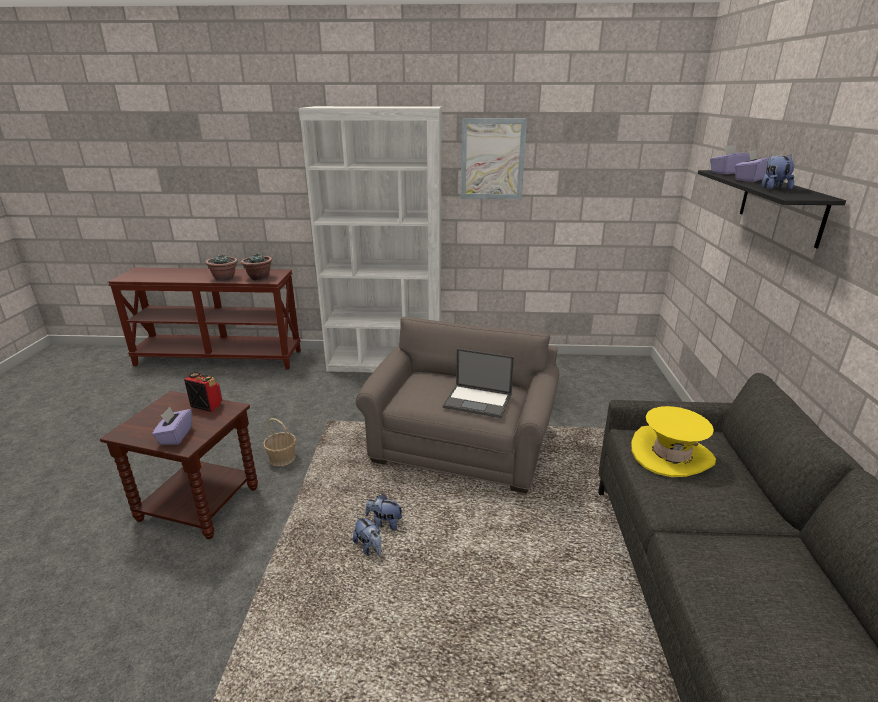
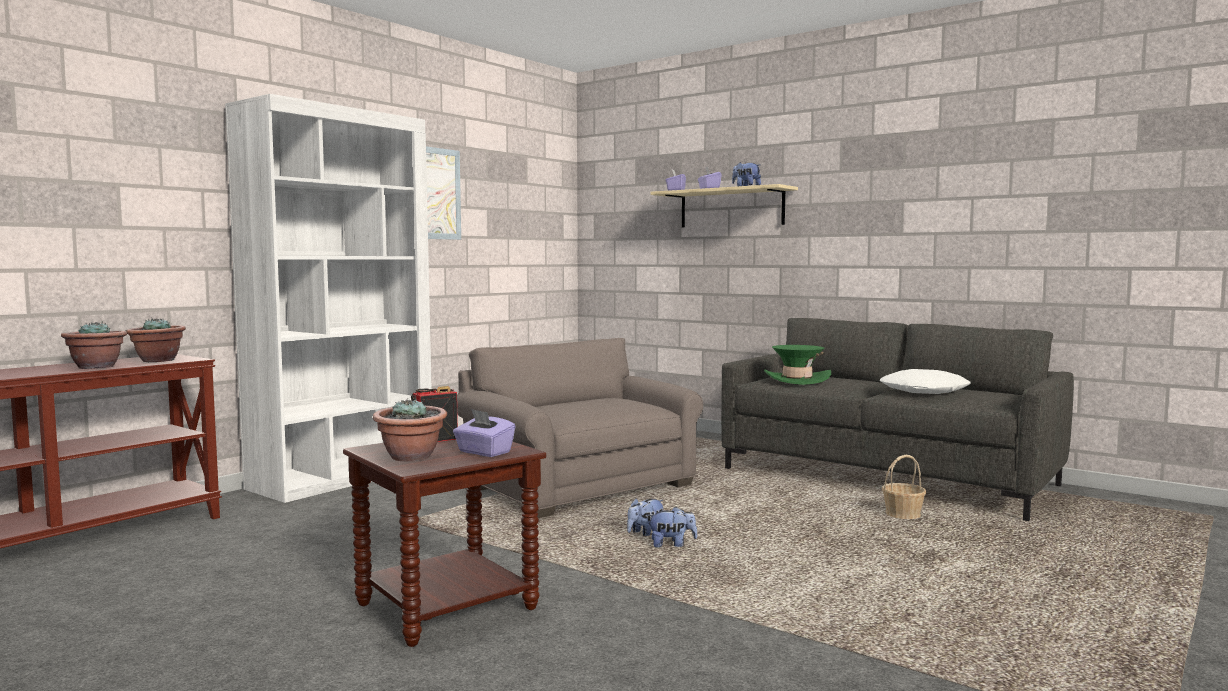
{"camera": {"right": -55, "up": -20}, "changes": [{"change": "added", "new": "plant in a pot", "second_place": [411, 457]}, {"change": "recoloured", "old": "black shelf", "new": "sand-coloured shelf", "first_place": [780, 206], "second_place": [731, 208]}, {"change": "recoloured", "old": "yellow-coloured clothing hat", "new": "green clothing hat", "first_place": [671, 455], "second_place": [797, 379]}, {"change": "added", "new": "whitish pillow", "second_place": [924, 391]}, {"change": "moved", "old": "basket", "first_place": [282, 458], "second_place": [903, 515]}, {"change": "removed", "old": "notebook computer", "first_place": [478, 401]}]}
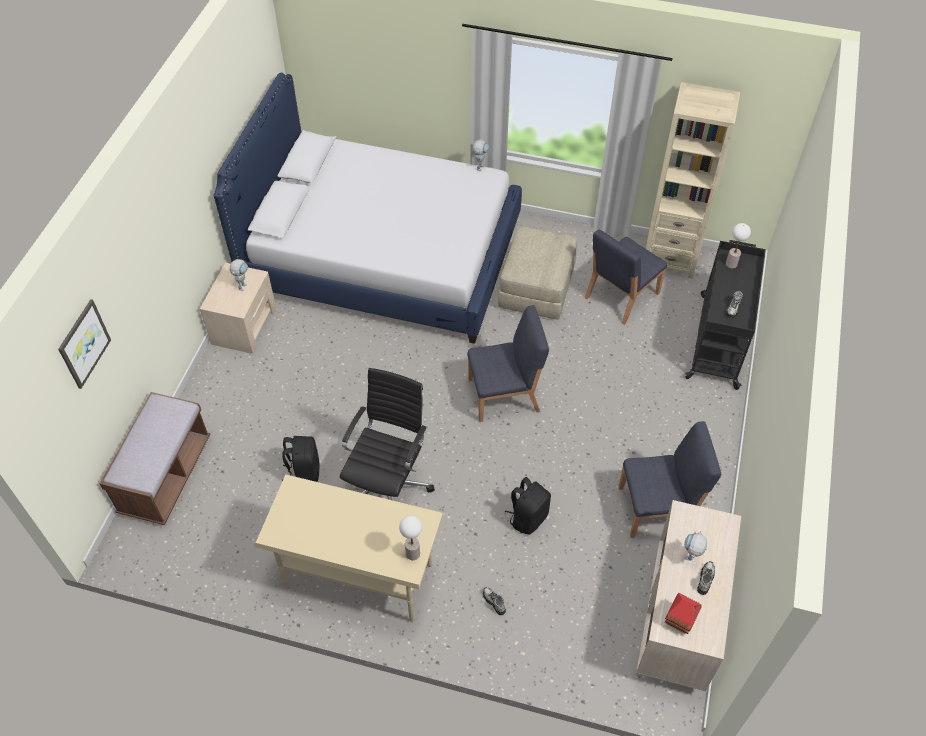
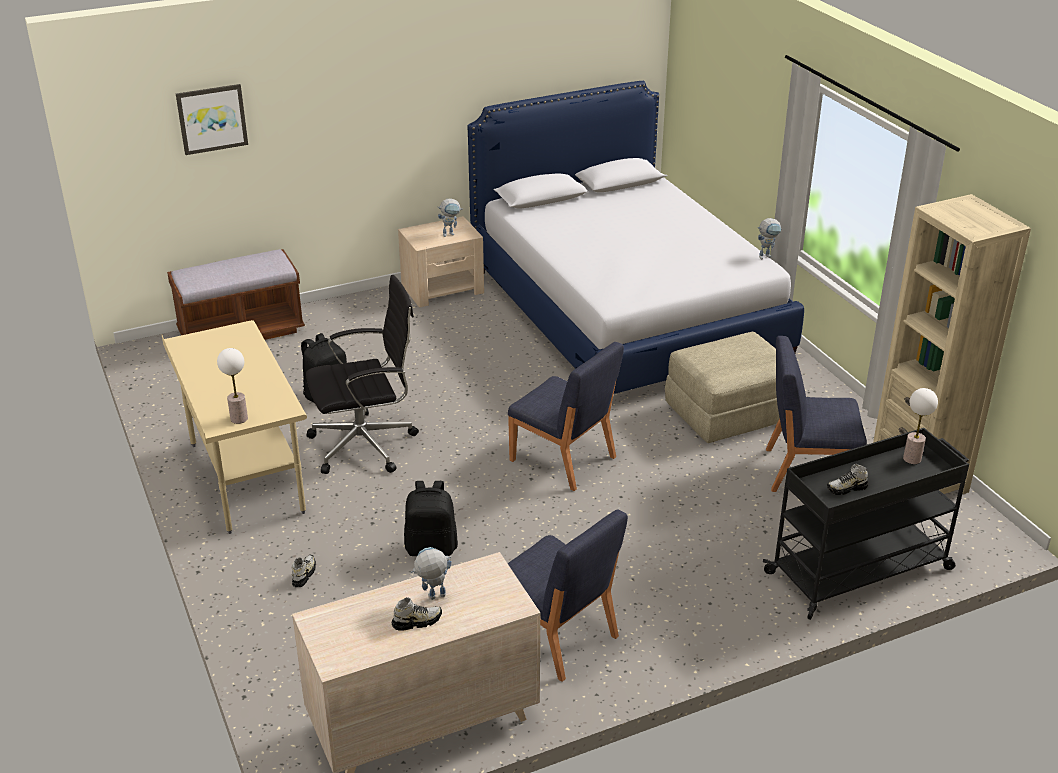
{"camera": {"right": 50, "up": -20}, "changes": [{"change": "removed", "old": "toy house", "first_place": [680, 620]}]}
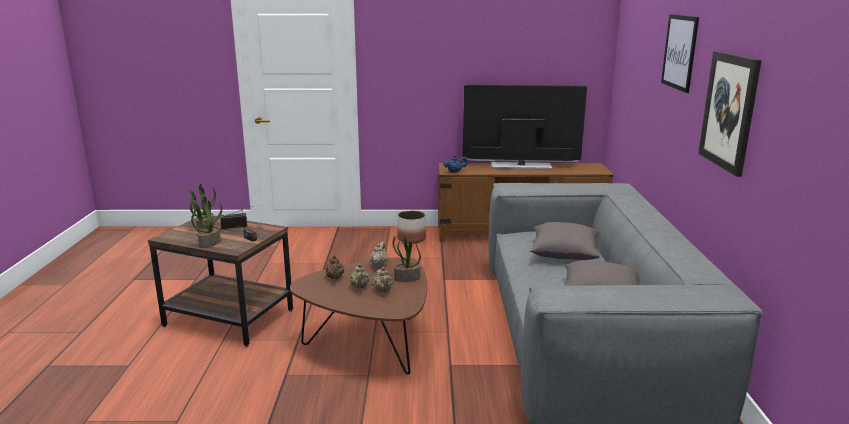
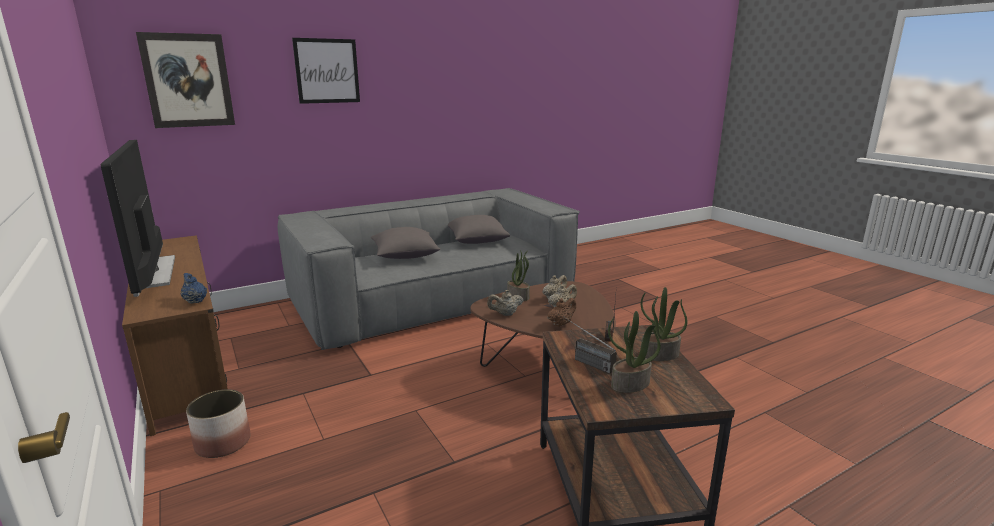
{"camera": {"right": -120, "up": 0}, "changes": [{"change": "moved", "old": "wall picture", "first_place": [729, 111], "second_place": [188, 81]}]}
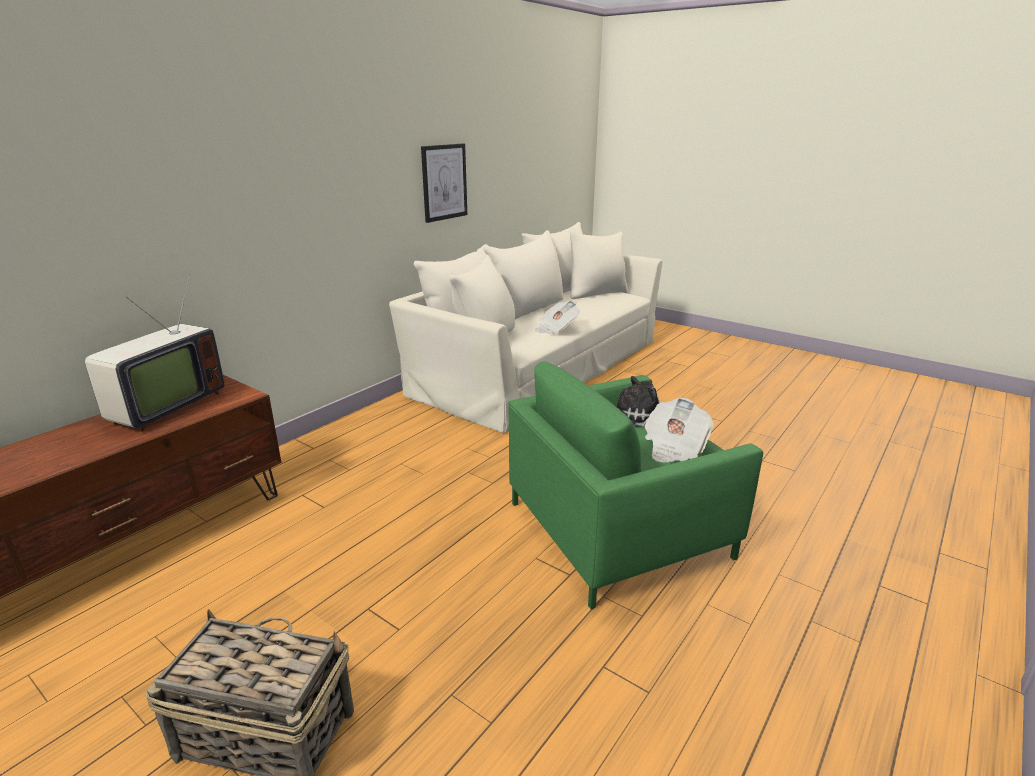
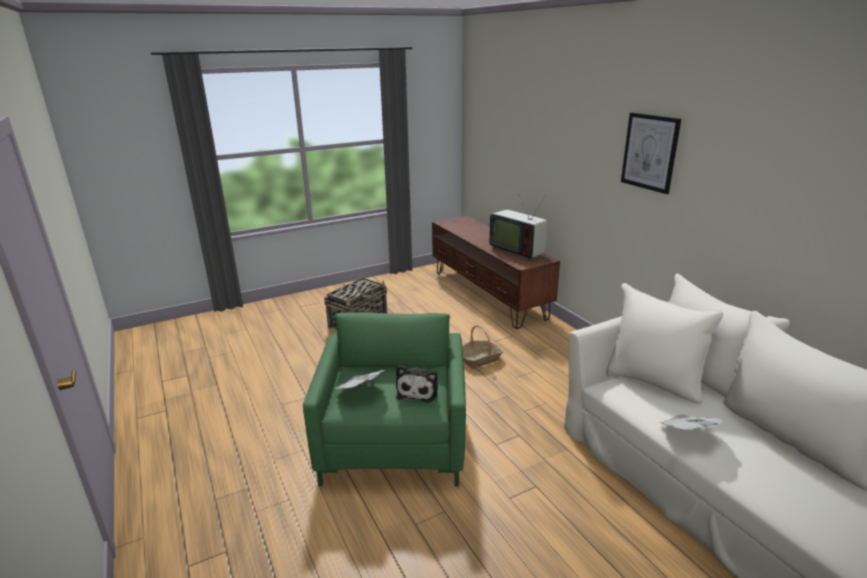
{"camera": {"right": 115, "up": 0}, "changes": [{"change": "added", "new": "basket", "second_place": [480, 359]}, {"change": "moved", "old": "wall picture", "first_place": [444, 182], "second_place": [650, 152]}]}
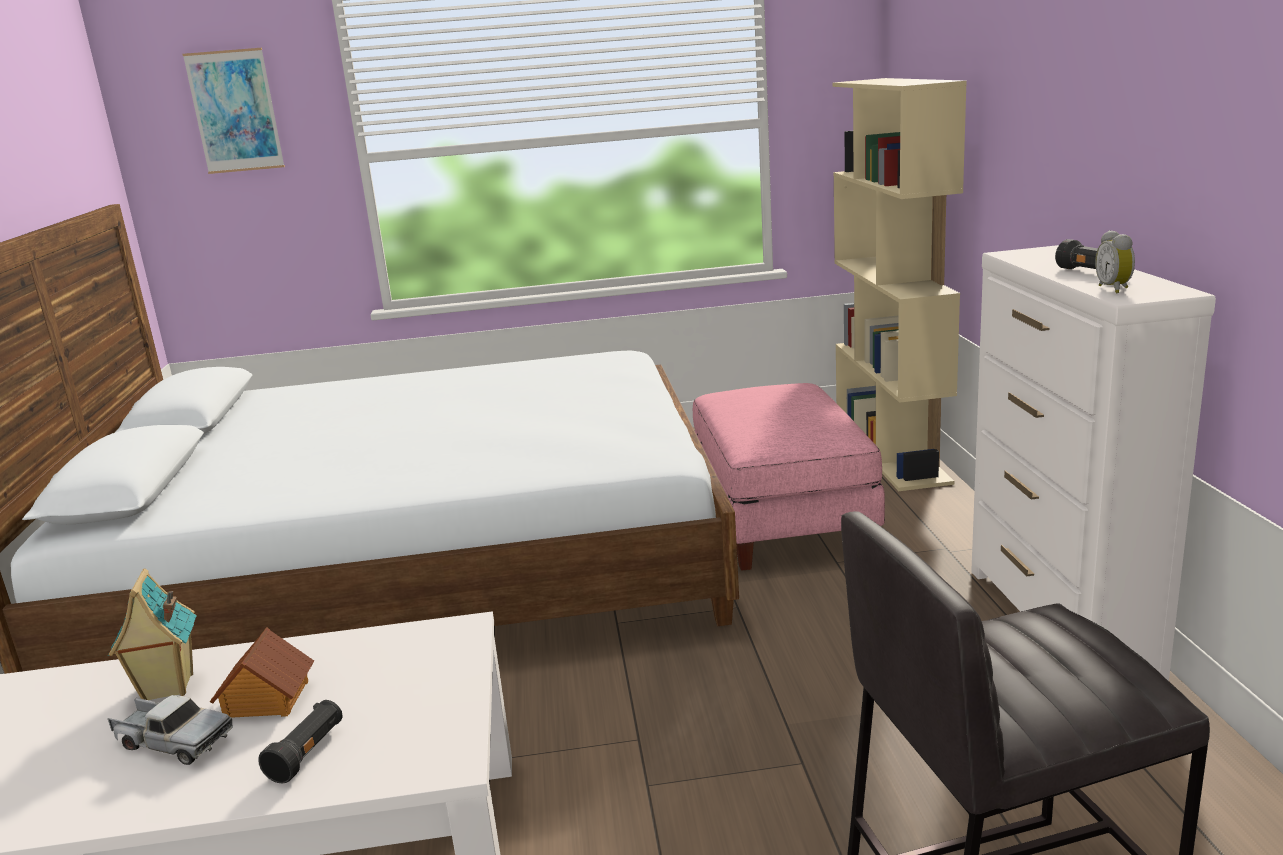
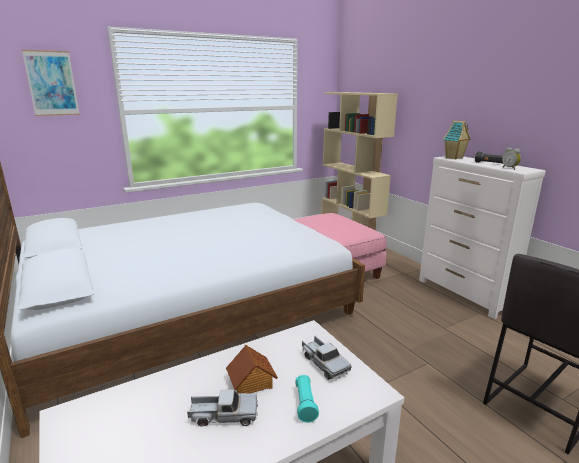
{"camera": {"right": -25, "up": 0}, "changes": [{"change": "recoloured", "old": "black torch", "new": "turquoise-coloured torch", "first_place": [308, 753], "second_place": [305, 404]}, {"change": "added", "new": "toy truck", "second_place": [324, 363]}, {"change": "moved", "old": "toy house", "first_place": [167, 689], "second_place": [454, 158]}]}
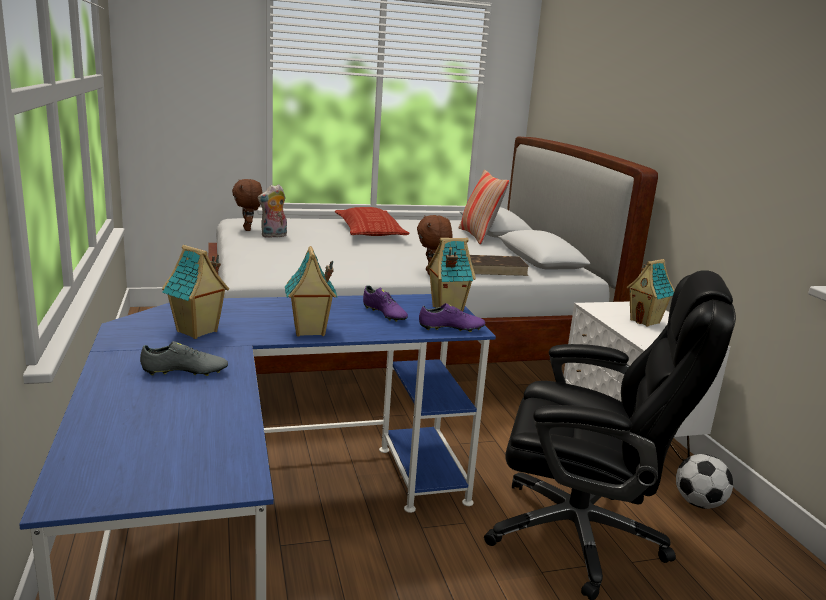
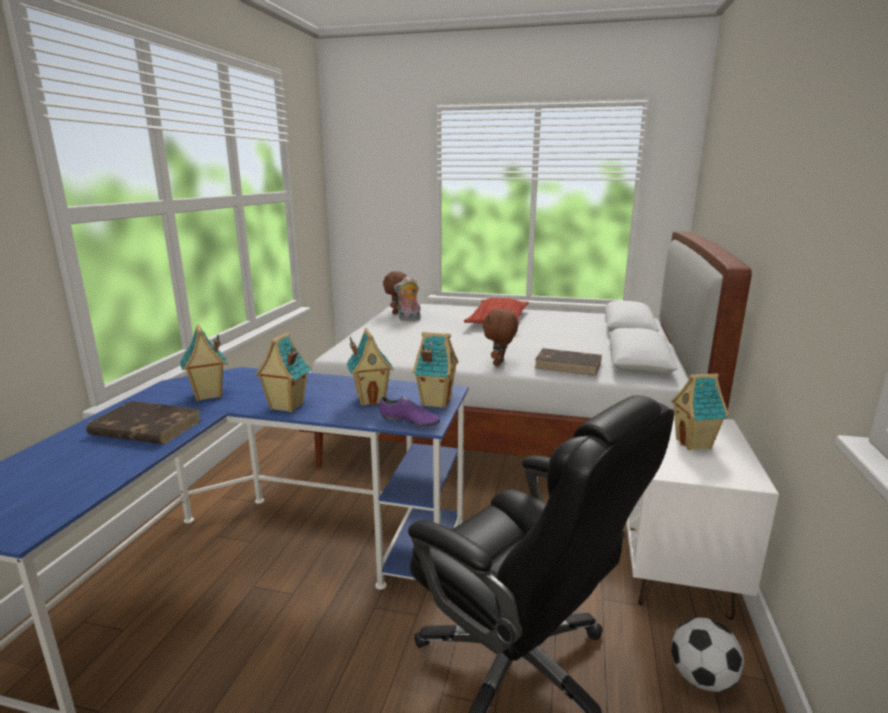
{"camera": {"right": 30, "up": 0}, "changes": [{"change": "replaced", "old": "greyish low shoe", "new": "brownish bound book", "first_place": [185, 372], "second_place": [145, 428]}, {"change": "replaced", "old": "purple-coloured low shoe", "new": "toy house", "first_place": [384, 314], "second_place": [371, 399]}, {"change": "removed", "old": "pillow", "first_place": [478, 236]}]}
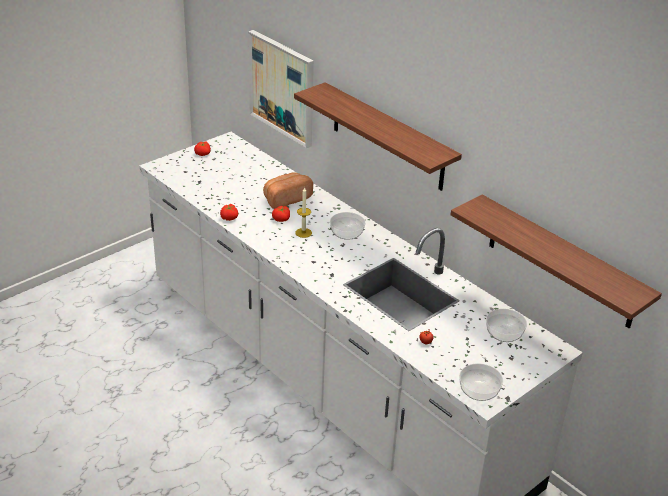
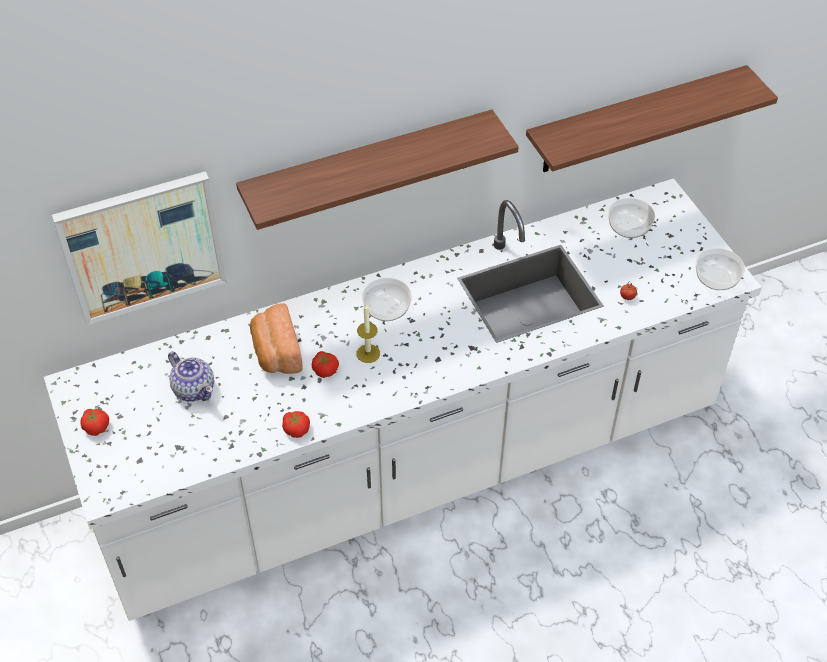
{"camera": {"right": -70, "up": 15}, "changes": [{"change": "added", "new": "tea pot", "second_place": [194, 389]}]}
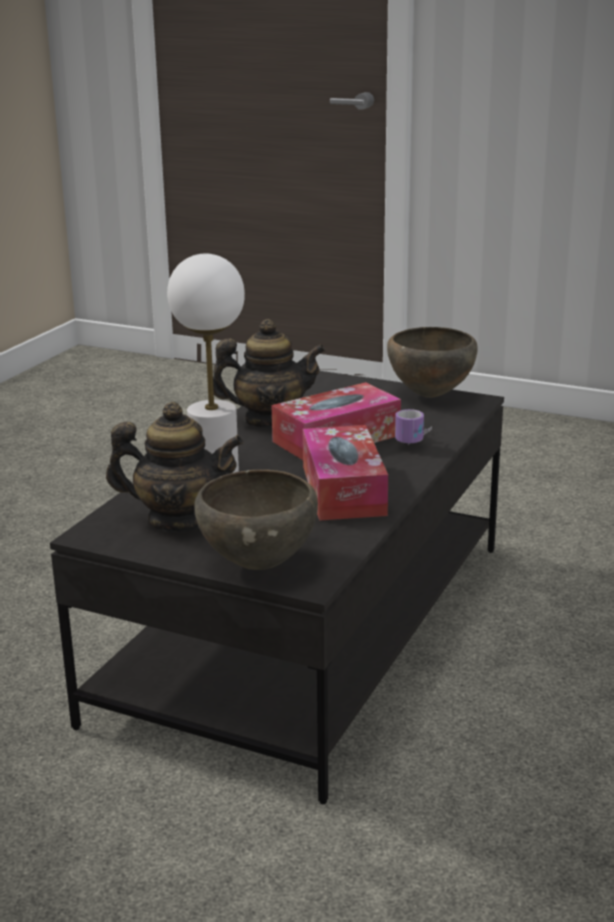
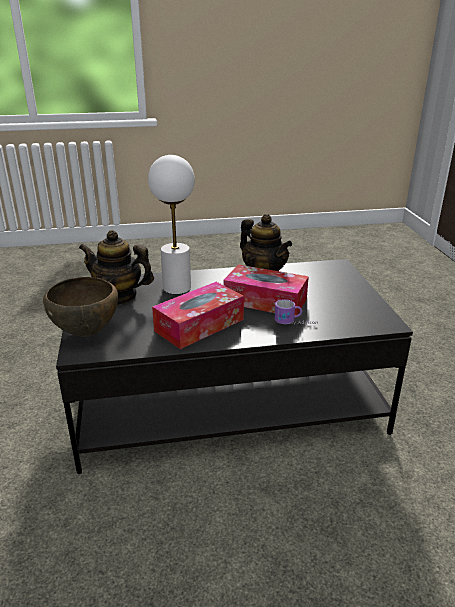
{"camera": {"right": 55, "up": 5}, "changes": [{"change": "turned", "old": "tea pot", "first_place": [178, 520], "second_place": [119, 296], "degrees": 135}, {"change": "removed", "old": "brownish deep dish", "first_place": [429, 395]}]}
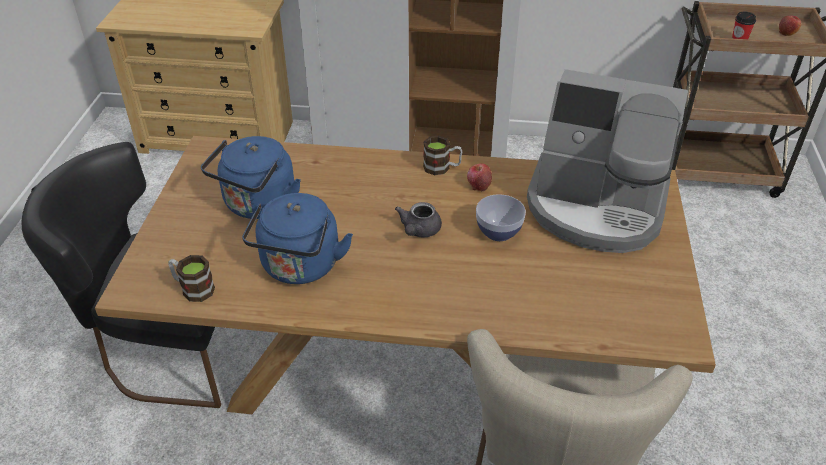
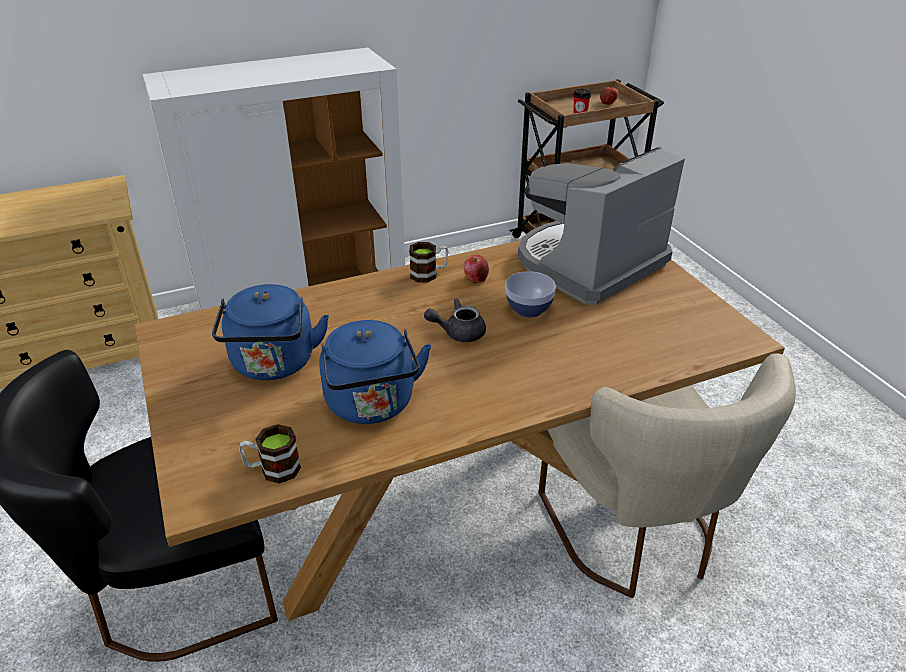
{"camera": {"right": -30, "up": -5}, "changes": [{"change": "turned", "old": "greyish tea pot", "first_place": [419, 231], "second_place": [458, 332], "degrees": 90}, {"change": "turned", "old": "coffee brewer", "first_place": [596, 207], "second_place": [588, 264], "degrees": 150}]}
